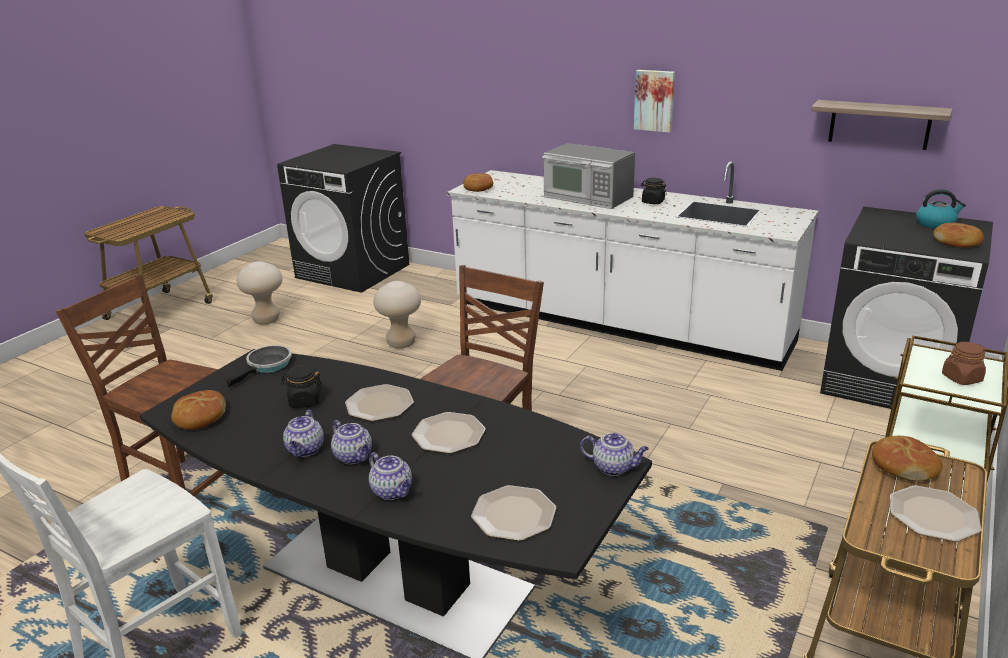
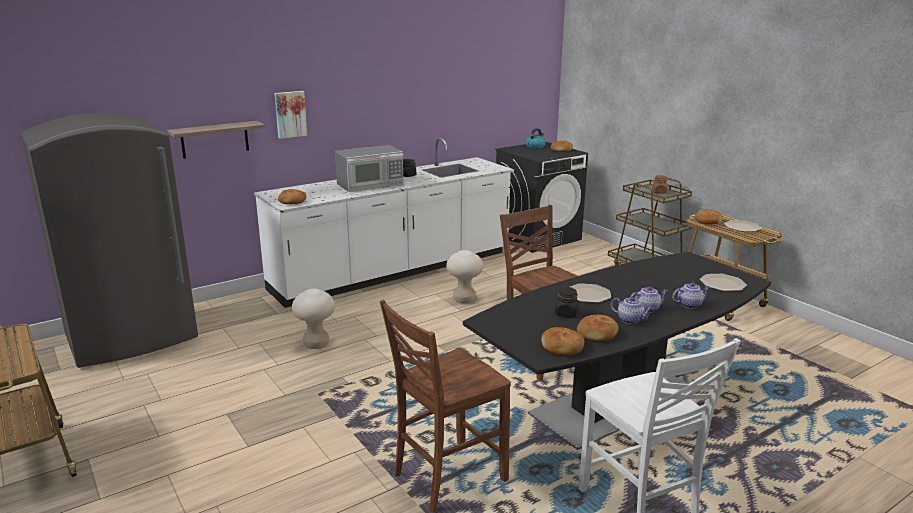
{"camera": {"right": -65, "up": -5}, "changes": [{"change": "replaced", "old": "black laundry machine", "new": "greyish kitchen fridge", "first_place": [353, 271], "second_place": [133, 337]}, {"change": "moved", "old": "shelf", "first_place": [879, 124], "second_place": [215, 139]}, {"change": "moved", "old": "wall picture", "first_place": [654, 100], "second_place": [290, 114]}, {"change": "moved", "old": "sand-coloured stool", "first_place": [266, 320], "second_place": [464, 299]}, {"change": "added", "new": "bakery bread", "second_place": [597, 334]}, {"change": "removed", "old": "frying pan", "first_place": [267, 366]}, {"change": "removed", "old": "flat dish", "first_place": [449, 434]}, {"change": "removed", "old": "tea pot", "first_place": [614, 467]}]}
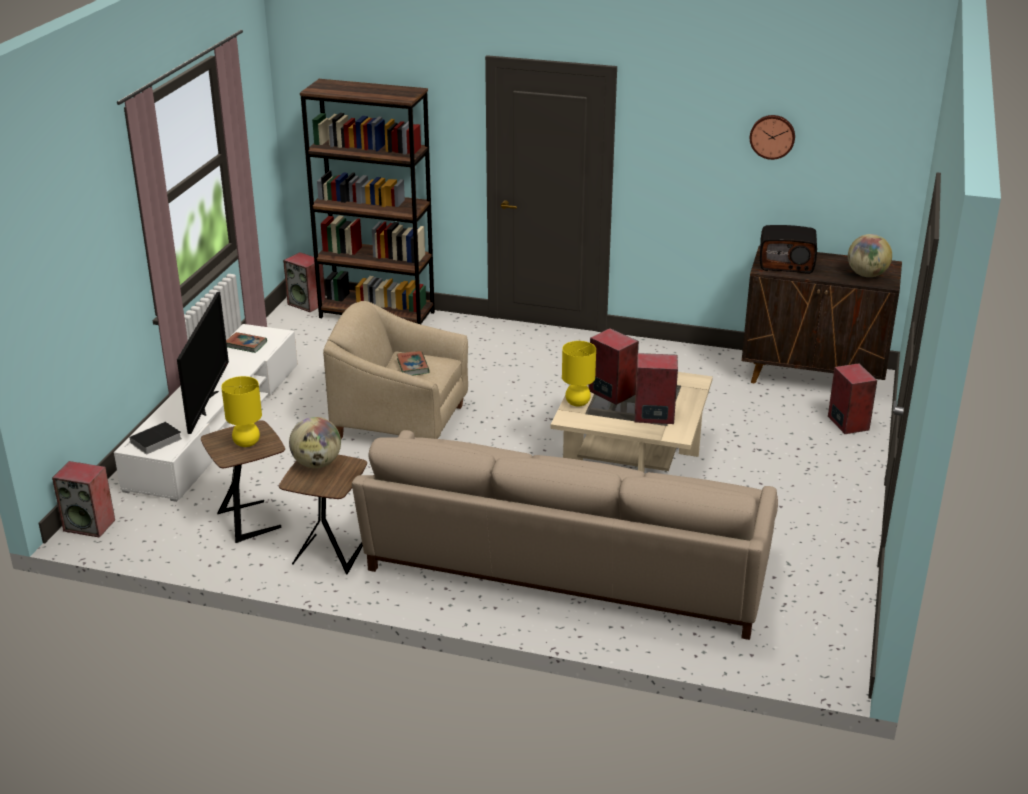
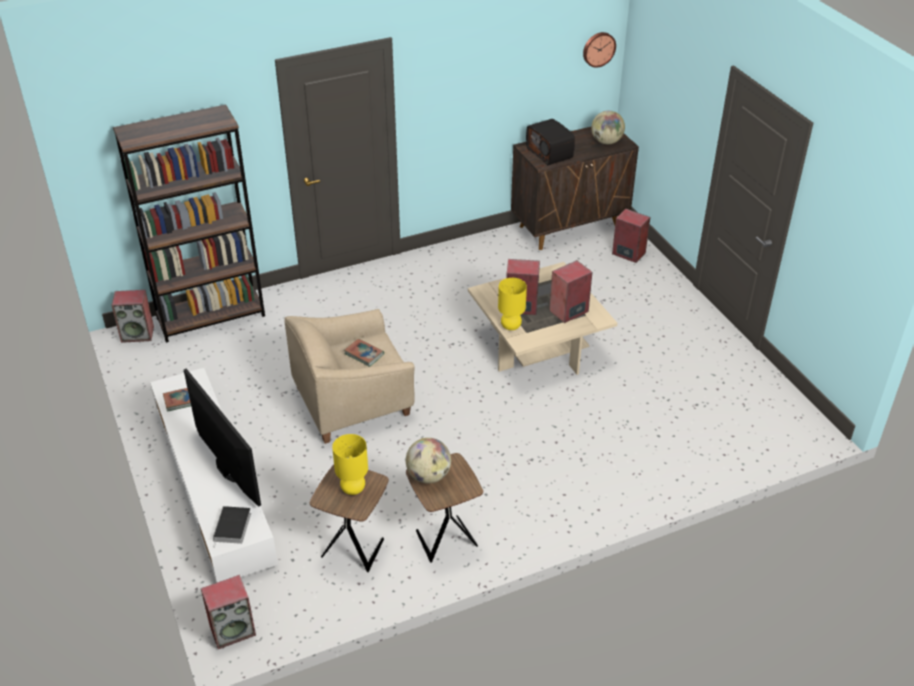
{"camera": {"right": -40, "up": 10}, "changes": [{"change": "turned", "old": "radio set", "first_place": [786, 264], "second_place": [550, 153], "degrees": 90}, {"change": "moved", "old": "hanging clock", "first_place": [772, 136], "second_place": [598, 49]}, {"change": "removed", "old": "sand-coloured couch", "first_place": [568, 565]}]}
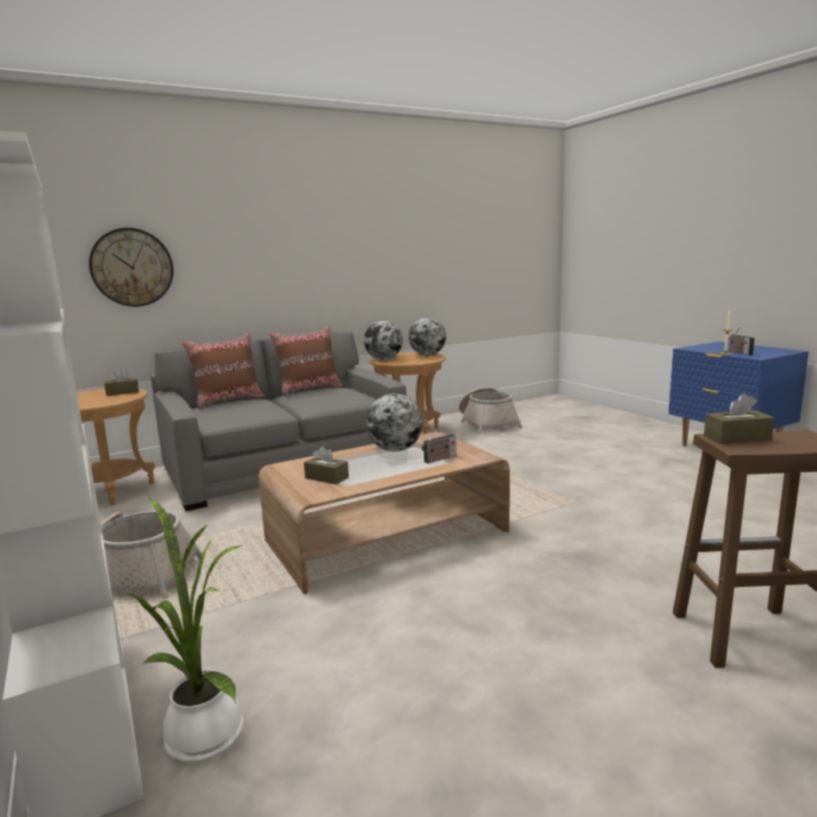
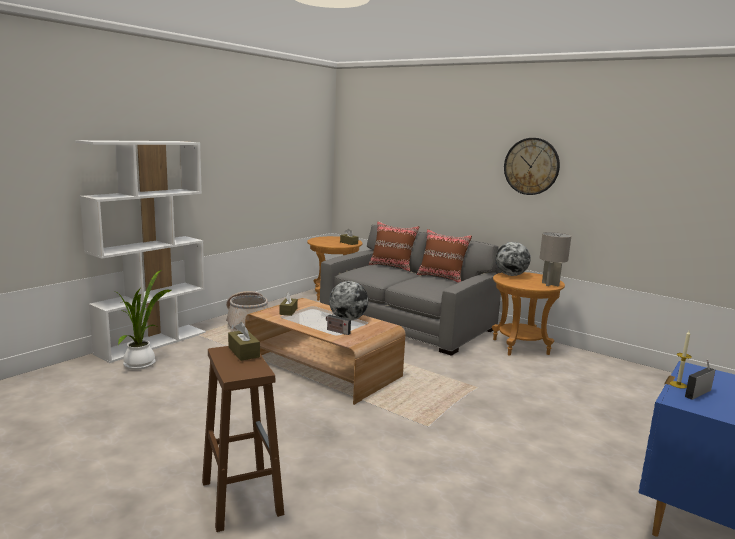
{"camera": {"right": 65, "up": 0}, "changes": [{"change": "moved", "old": "hanging clock", "first_place": [132, 267], "second_place": [531, 166]}, {"change": "replaced", "old": "desk globe", "new": "greyish tabletop lamp", "first_place": [428, 355], "second_place": [550, 284]}, {"change": "removed", "old": "basket", "first_place": [487, 423]}]}
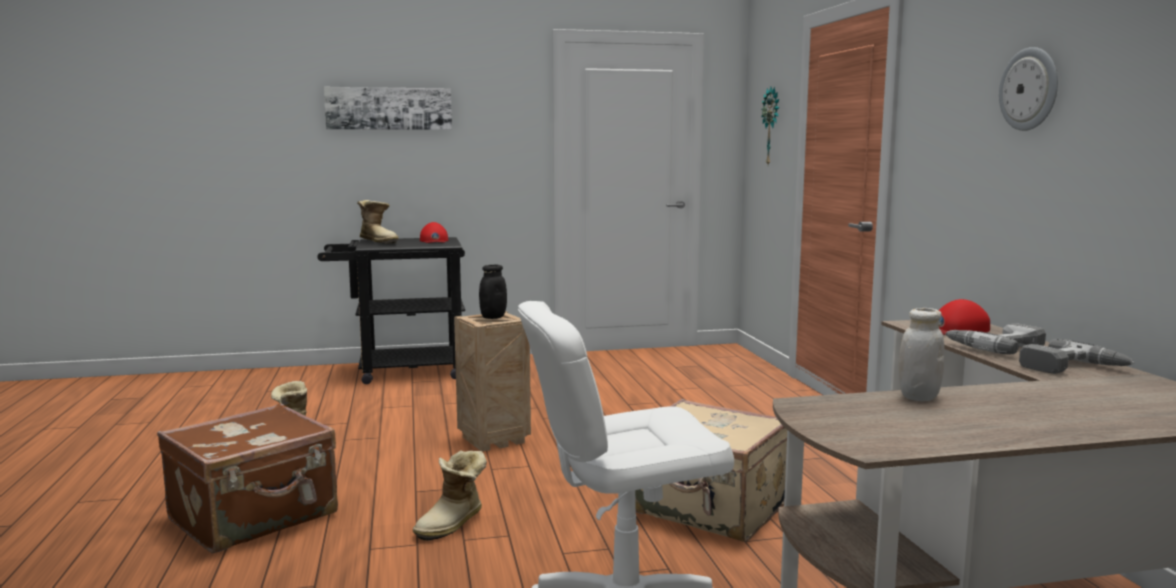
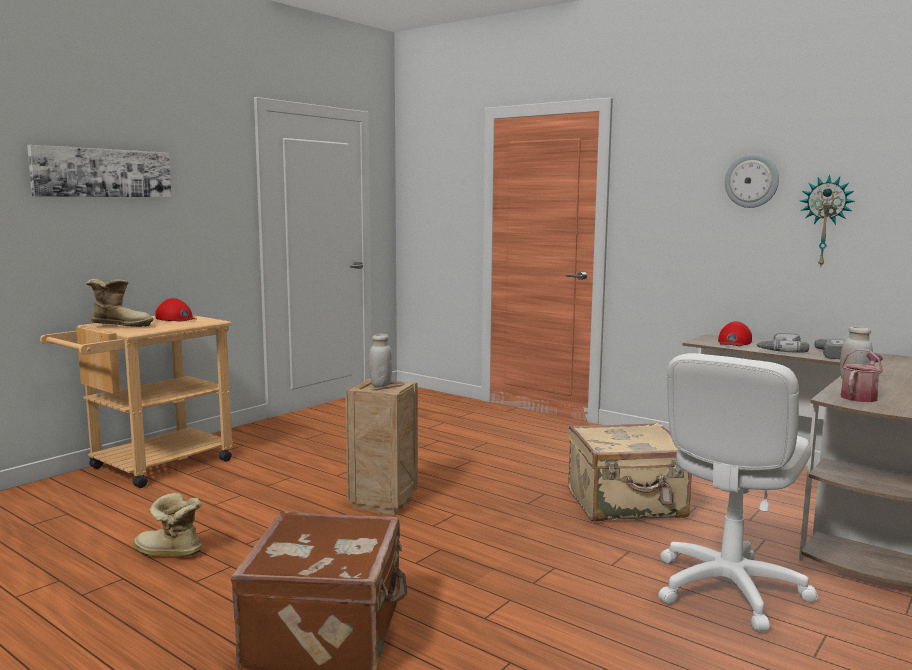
{"camera": {"right": -40, "up": 0}, "changes": [{"change": "recoloured", "old": "black cart", "new": "sand-coloured cart", "first_place": [400, 371], "second_place": [151, 467]}, {"change": "recoloured", "old": "black preserve jar", "new": "whitish preserve jar", "first_place": [493, 317], "second_place": [380, 385]}, {"change": "moved", "old": "hanging clock", "first_place": [772, 126], "second_place": [825, 221]}, {"change": "added", "new": "watering can", "second_place": [860, 396]}, {"change": "removed", "old": "high-top boot", "first_place": [453, 524]}]}
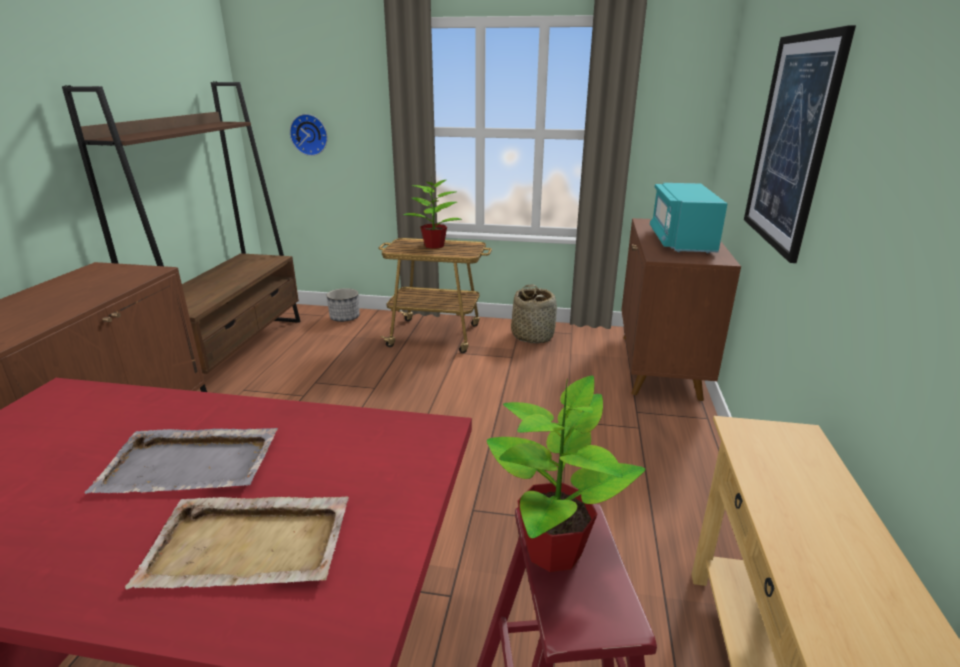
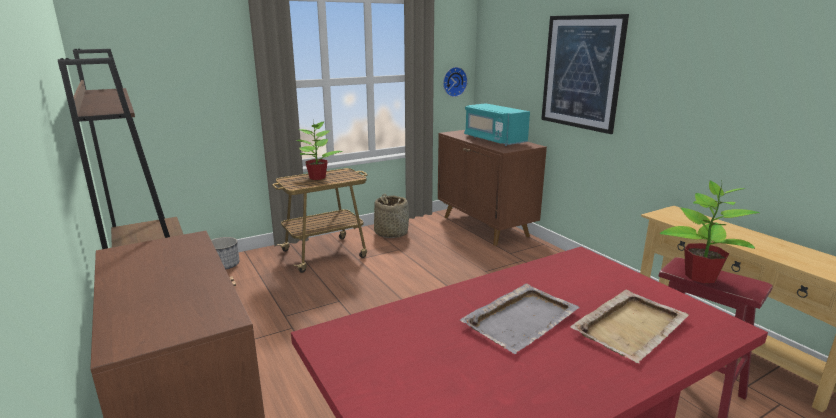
{"camera": {"right": -40, "up": -5}, "changes": [{"change": "moved", "old": "hanging clock", "first_place": [310, 134], "second_place": [454, 81]}]}
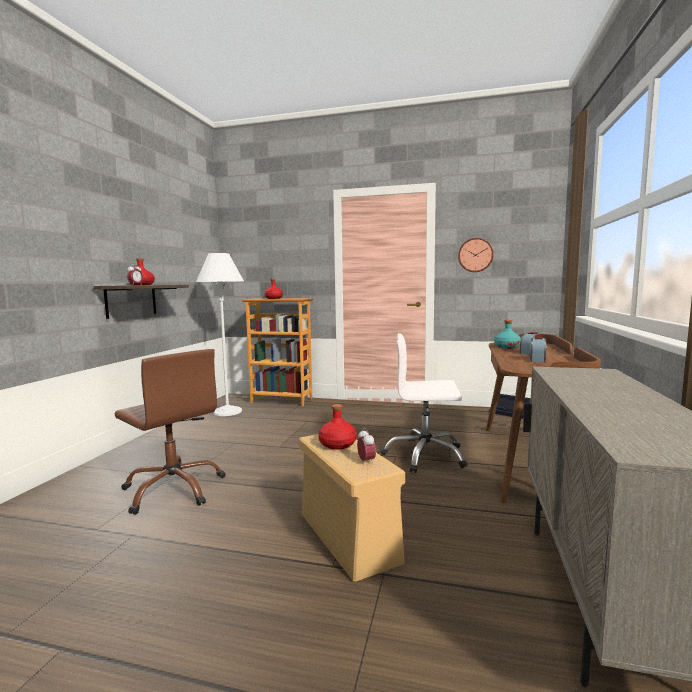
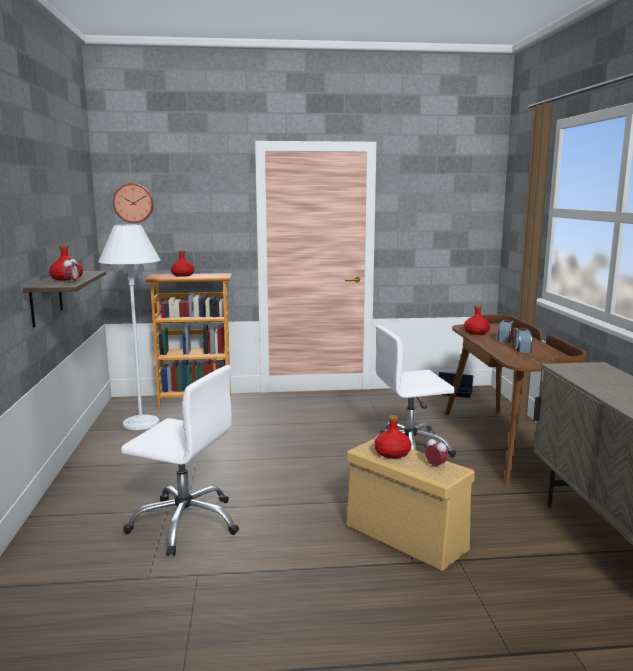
{"camera": {"right": -20, "up": 5}, "changes": [{"change": "moved", "old": "hanging clock", "first_place": [475, 255], "second_place": [133, 203]}, {"change": "recoloured", "old": "brownish desk chair", "new": "whitish desk chair", "first_place": [174, 489], "second_place": [185, 523]}, {"change": "recoloured", "old": "turquoise-coloured bottle", "new": "red-coloured bottle", "first_place": [507, 347], "second_place": [476, 332]}]}
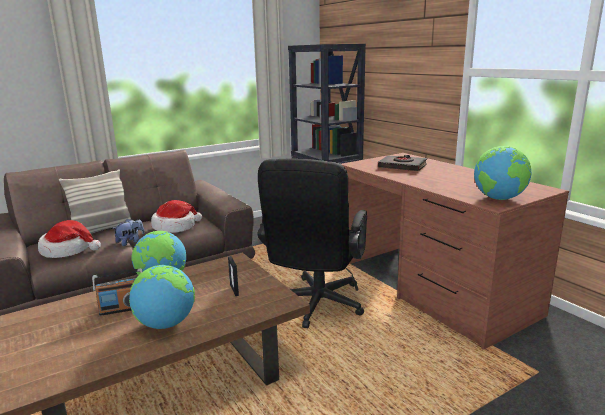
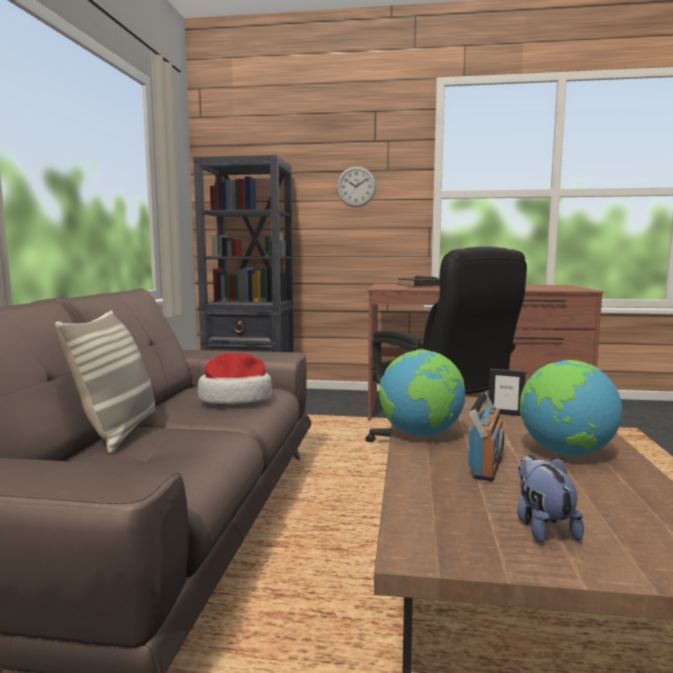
{"camera": {"right": -50, "up": -10}, "changes": [{"change": "added", "new": "hanging clock", "second_place": [356, 186]}, {"change": "moved", "old": "cuddly toy", "first_place": [130, 242], "second_place": [542, 527]}, {"change": "removed", "old": "clothing hat", "first_place": [68, 250]}, {"change": "removed", "old": "desk globe", "first_place": [499, 199]}]}
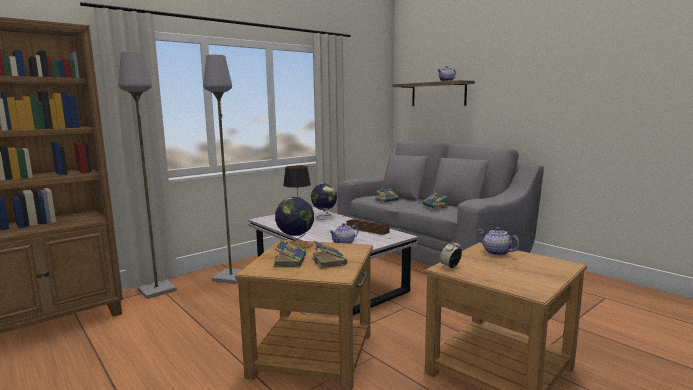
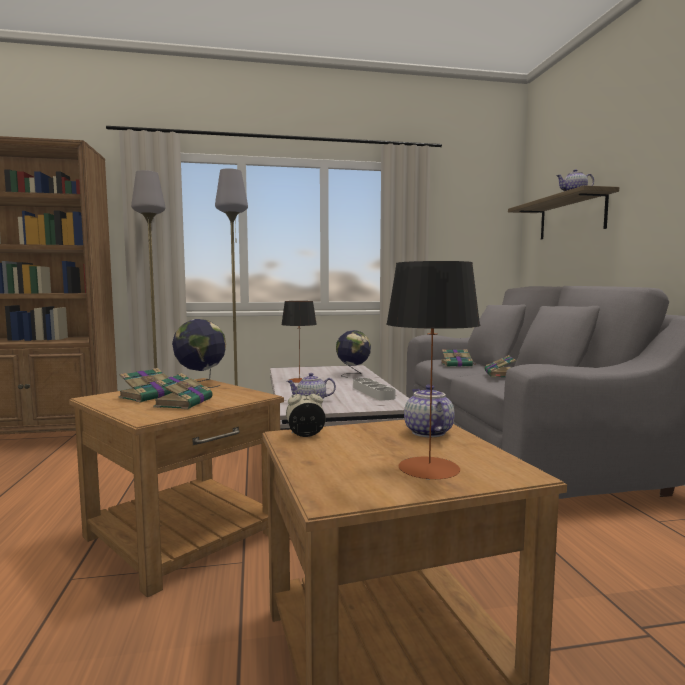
{"camera": {"right": 30, "up": -5}, "changes": [{"change": "recoloured", "old": "brownish serving tray", "new": "greyish serving tray", "first_place": [367, 229], "second_place": [373, 392]}, {"change": "added", "new": "tabletop lamp", "second_place": [429, 468]}]}
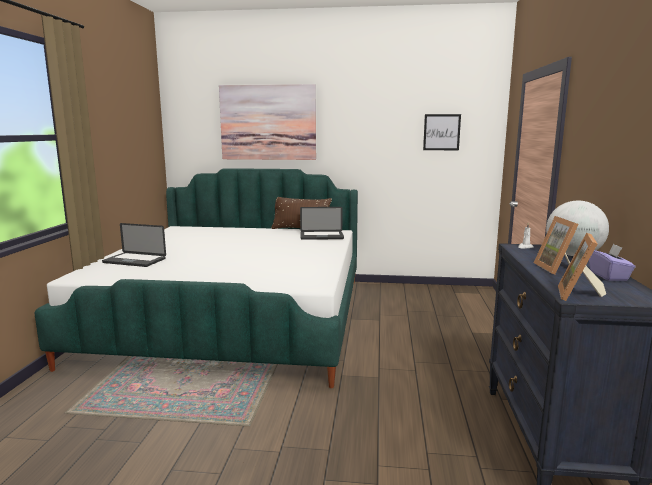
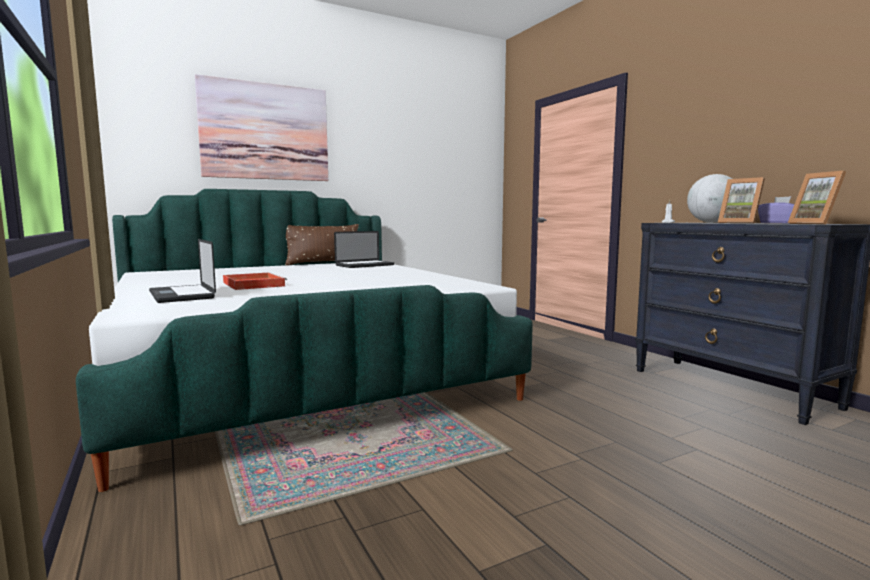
{"camera": {"right": -35, "up": -5}, "changes": [{"change": "turned", "old": "notebook computer", "first_place": [134, 261], "second_place": [182, 295], "degrees": 75}, {"change": "added", "new": "red-coloured serving tray", "second_place": [253, 284]}, {"change": "removed", "old": "wall picture", "first_place": [441, 132]}]}
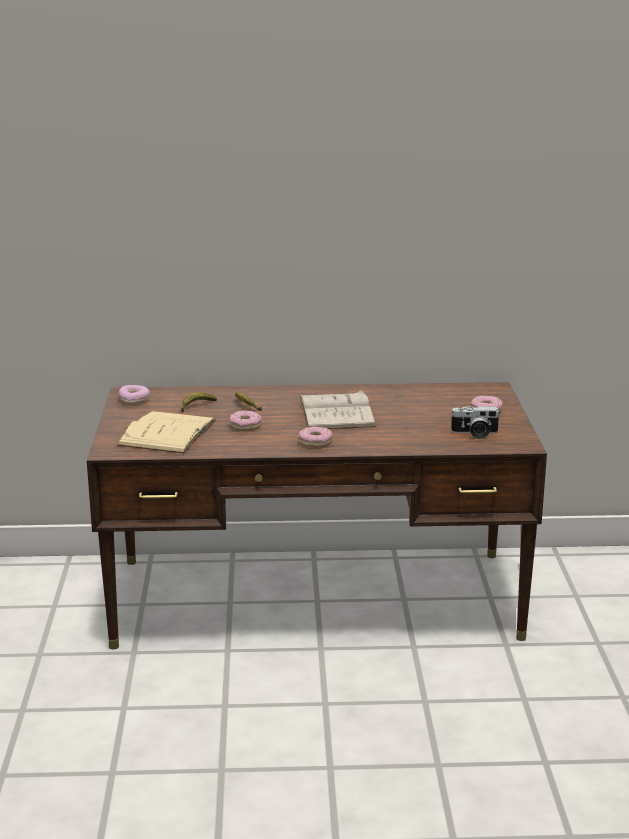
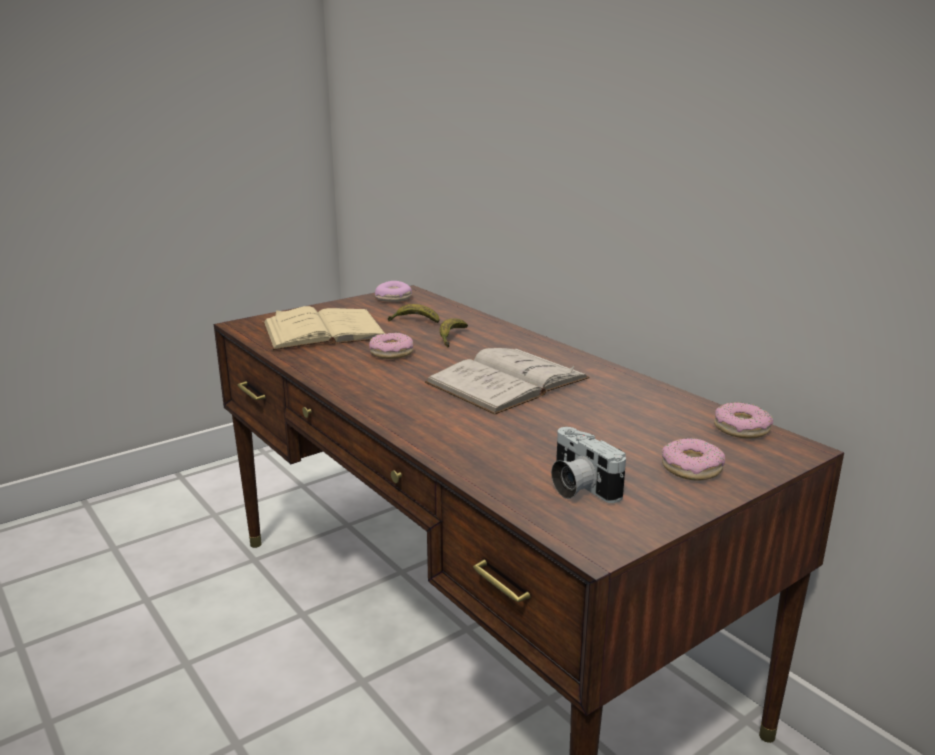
{"camera": {"right": 55, "up": 0}, "changes": [{"change": "moved", "old": "ring doughnut", "first_place": [315, 442], "second_place": [741, 429]}]}
